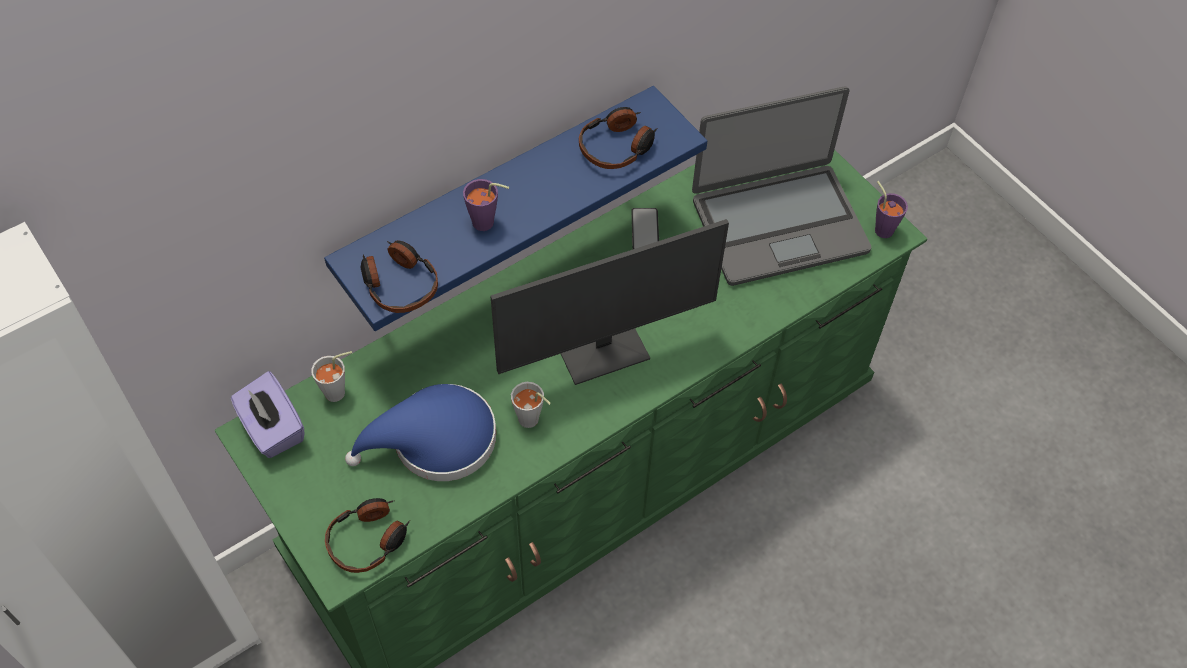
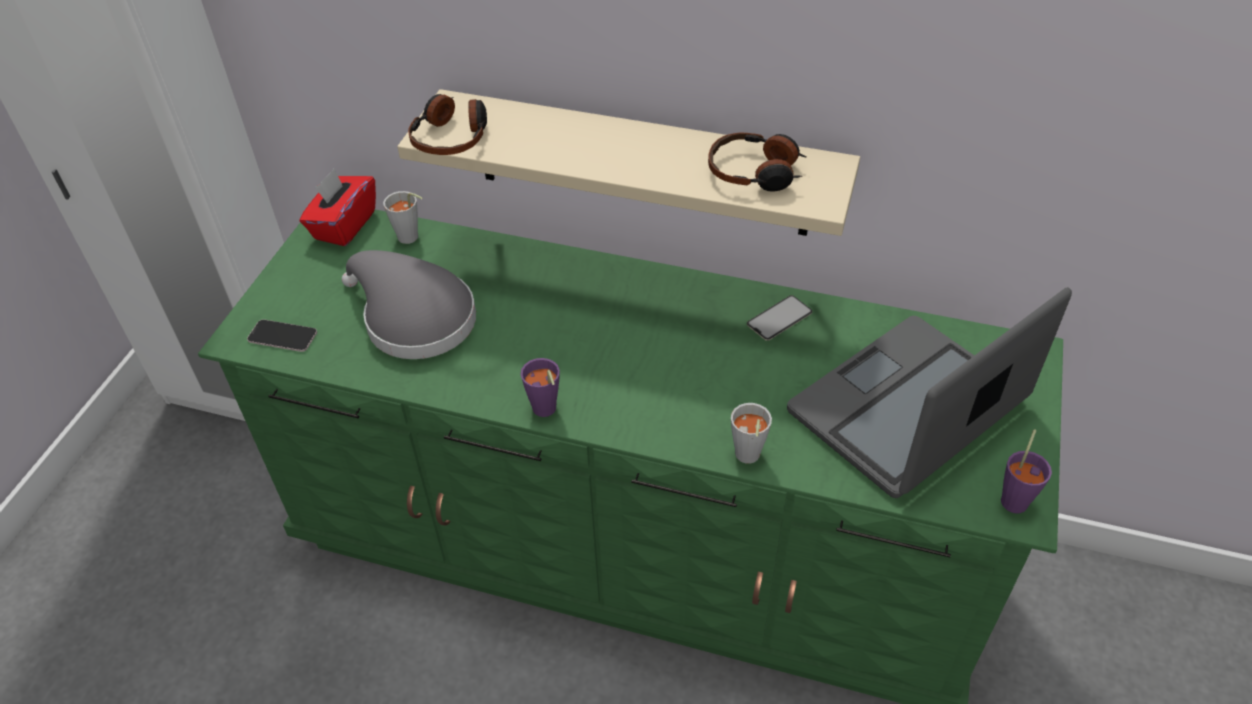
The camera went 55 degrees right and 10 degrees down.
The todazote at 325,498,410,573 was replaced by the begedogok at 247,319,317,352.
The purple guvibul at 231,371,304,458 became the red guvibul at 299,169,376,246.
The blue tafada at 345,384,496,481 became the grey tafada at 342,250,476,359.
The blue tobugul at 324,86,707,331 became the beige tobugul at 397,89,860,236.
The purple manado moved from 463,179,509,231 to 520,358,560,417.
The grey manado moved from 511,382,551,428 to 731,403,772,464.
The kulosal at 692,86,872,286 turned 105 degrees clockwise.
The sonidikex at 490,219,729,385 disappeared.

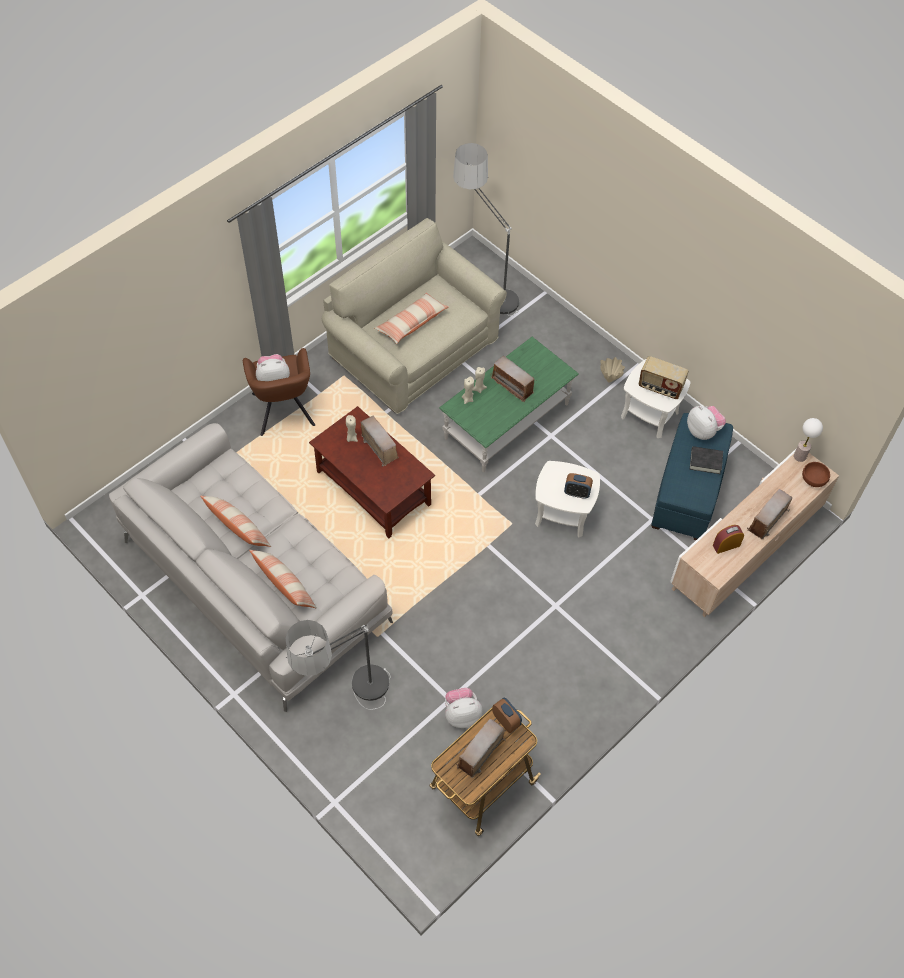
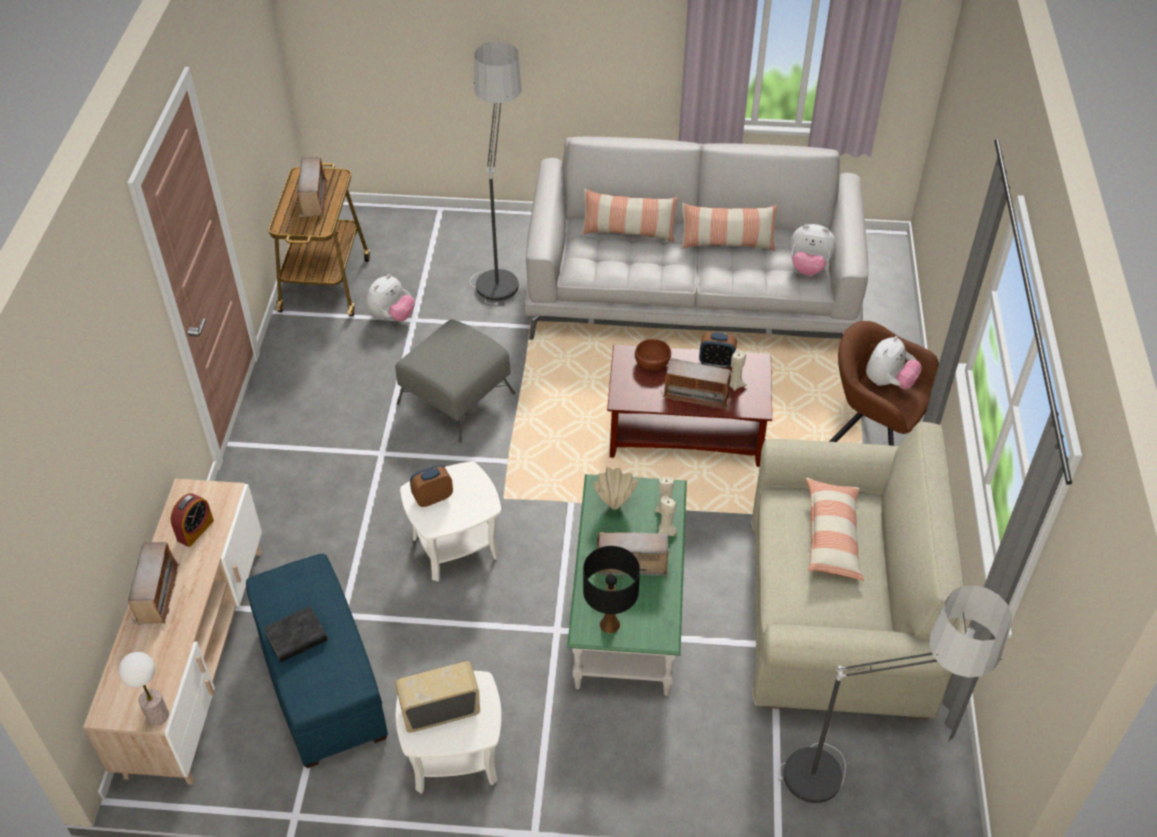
The camera went 140 degrees right and 10 degrees down.
The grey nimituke at 395,319,515,443 appeared.
The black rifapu at 583,546,640,633 appeared.
The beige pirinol moved from 600,357,625,383 to 594,467,638,510.
The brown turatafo moved from 802,462,830,487 to 635,339,671,370.
The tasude moved from 492,698,522,733 to 699,332,737,368.
The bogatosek moved from 687,406,726,440 to 790,224,836,276.

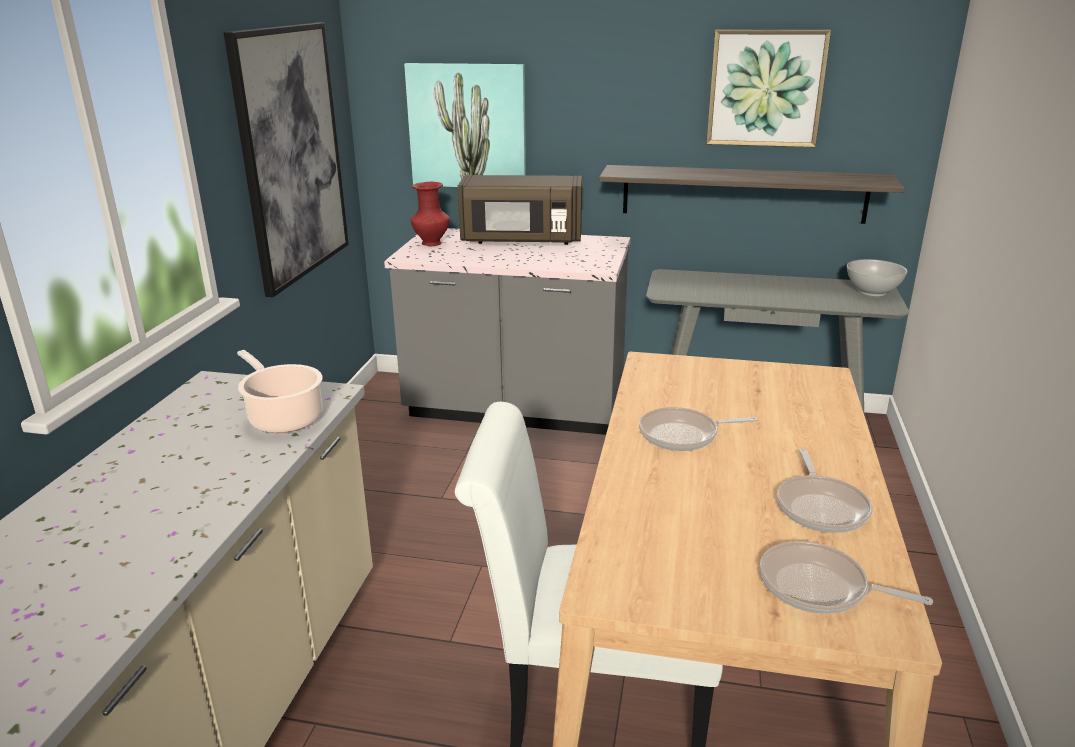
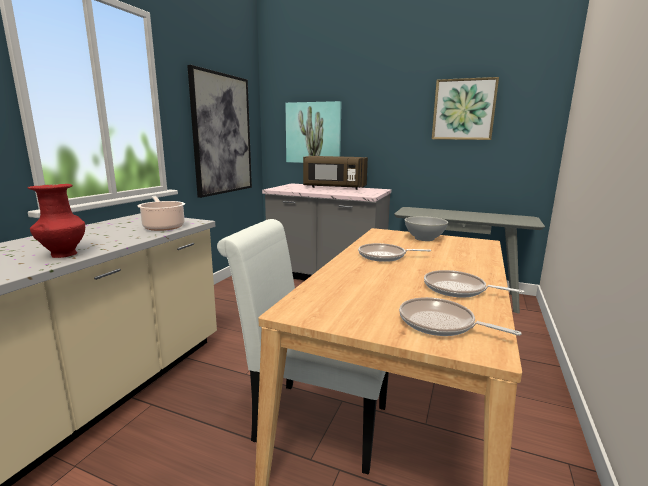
The camera went 10 degrees right and 10 degrees down.
The red pirinol moved from 411,182,450,246 to 28,184,85,258.
The white turatafo moved from 847,259,908,296 to 405,216,448,241.
The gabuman at 777,449,873,533 turned 105 degrees clockwise.
The tobugul at 599,165,905,224 disappeared.

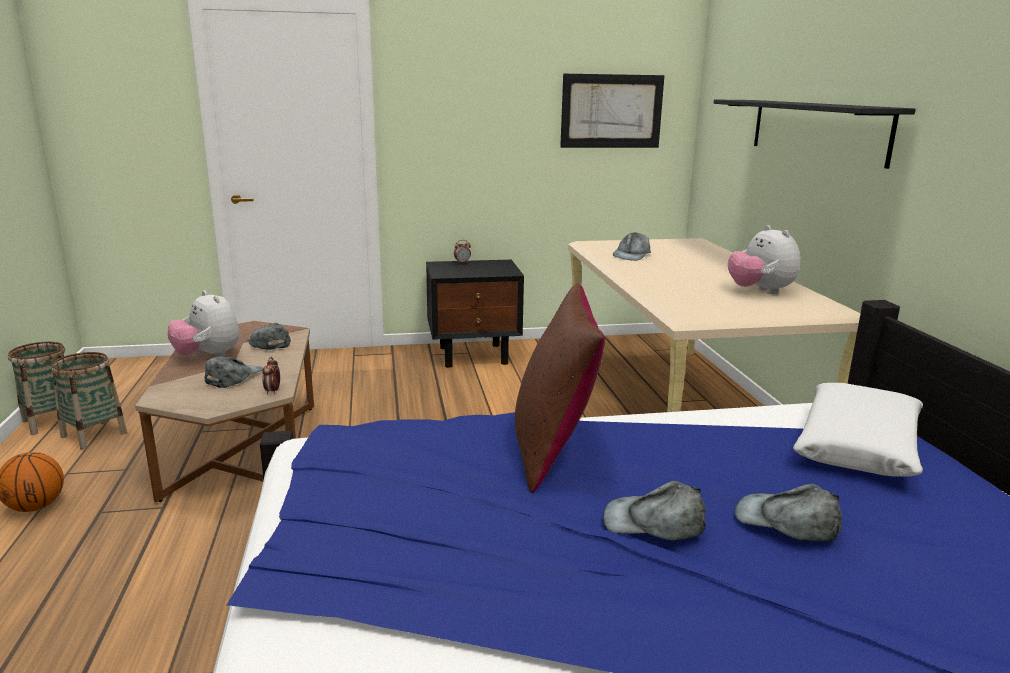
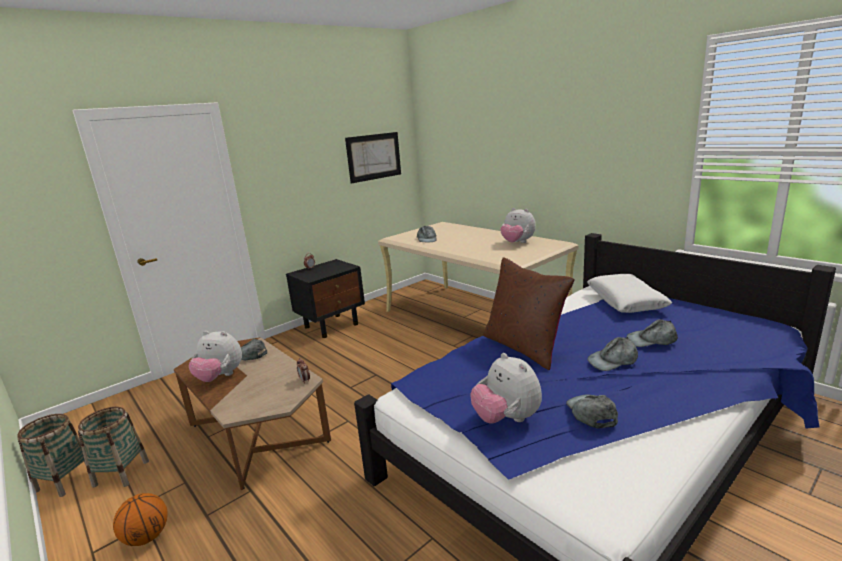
The camera went 30 degrees left and 0 degrees up.
The bogatosek at 471,353,542,424 appeared.
The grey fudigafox moved from 205,356,263,388 to 566,395,618,429.
The black tobugul at 714,100,916,169 disappeared.

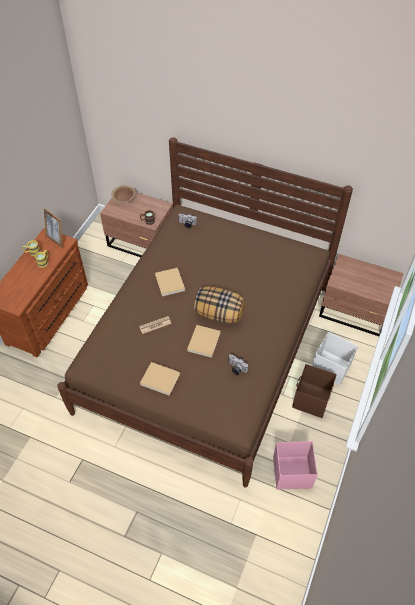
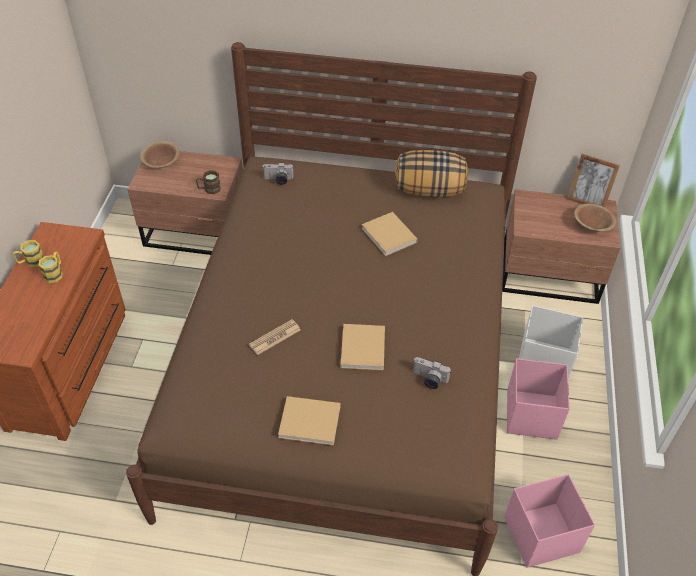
The camera went 15 degrees left and 5 degrees down.
The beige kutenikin moved from 155,268,185,296 to 361,212,417,256.
The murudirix moved from 194,286,245,323 to 395,150,468,197.
The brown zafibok at 292,364,337,418 became the pink zafibok at 507,358,570,440.
The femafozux moved from 44,208,63,248 to 567,154,620,207.
The brown turatafo at 574,203,616,232 appeared.

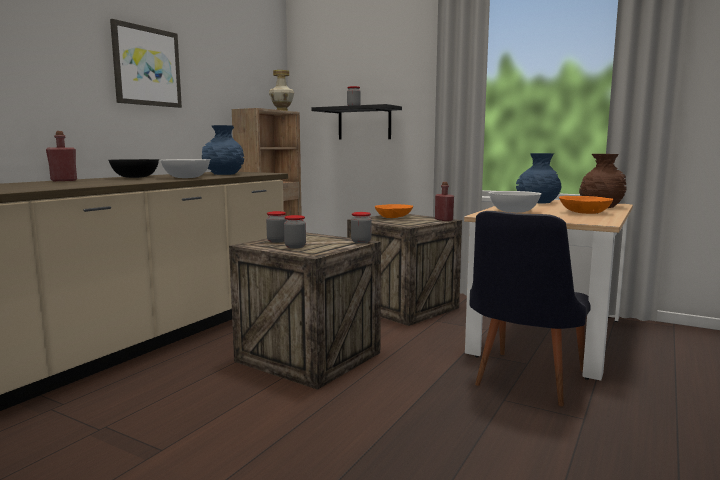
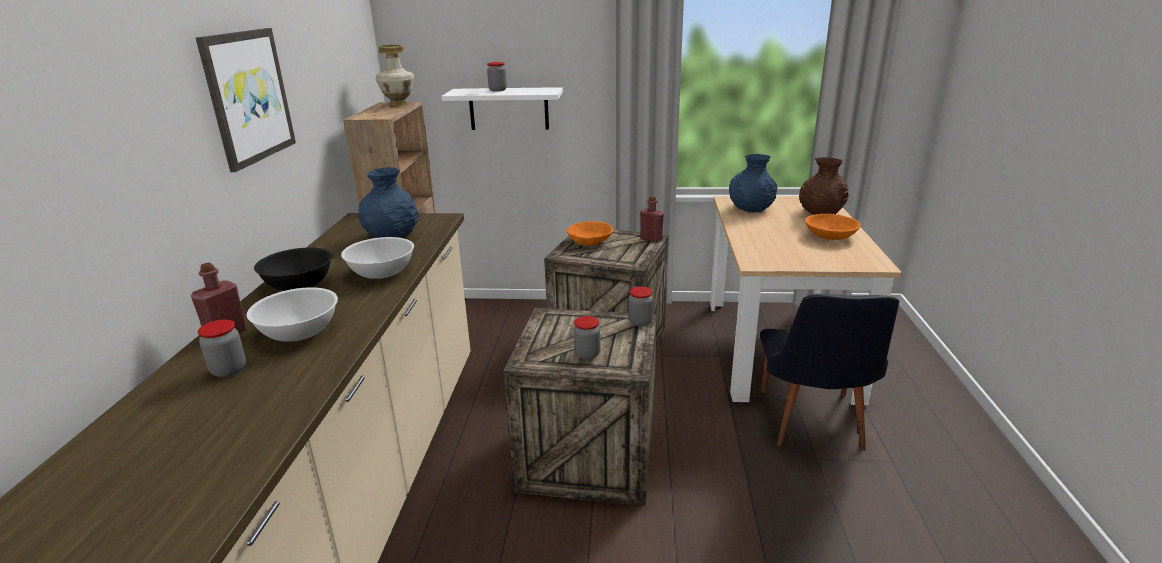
The camera went 25 degrees left and 15 degrees up.
The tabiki moved from 266,211,286,243 to 198,320,246,377.
The white turatafo moved from 488,191,542,213 to 247,287,338,342.
The black tobugul at 311,104,402,140 became the white tobugul at 441,87,563,130.

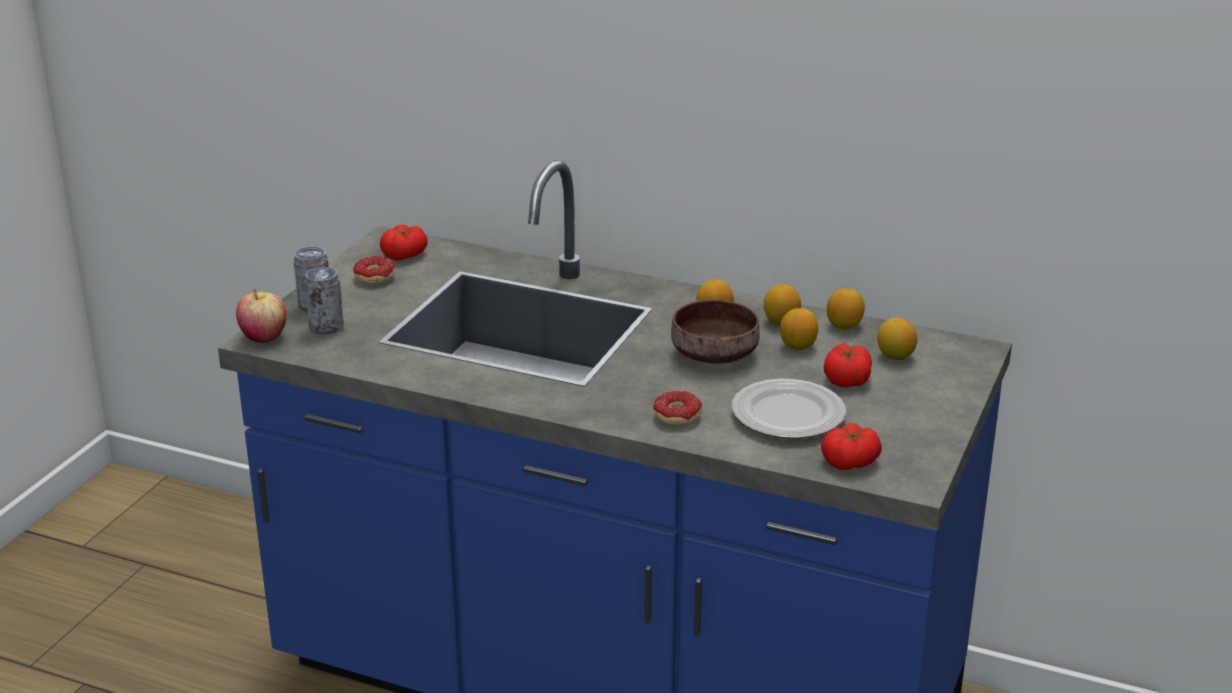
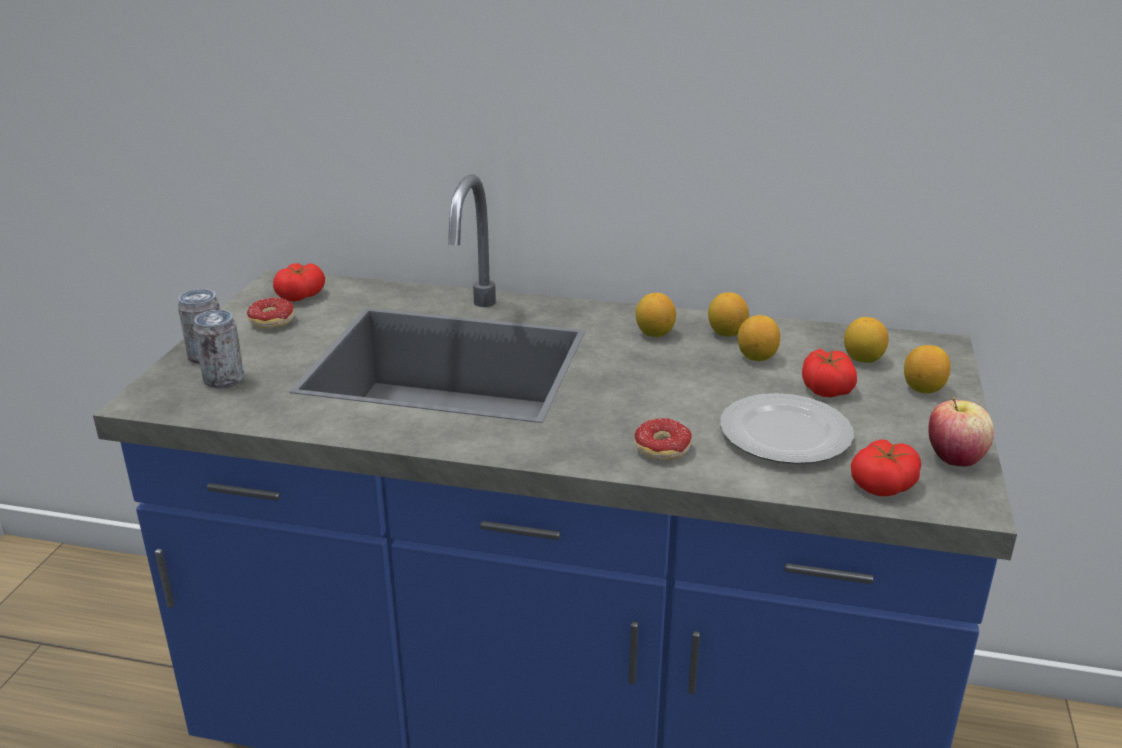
The camera went 10 degrees left and 0 degrees up.
The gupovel moved from 827,288,865,329 to 904,345,951,393.
The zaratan moved from 236,289,286,343 to 928,397,994,466.
The brown turatafo at 671,300,760,364 disappeared.

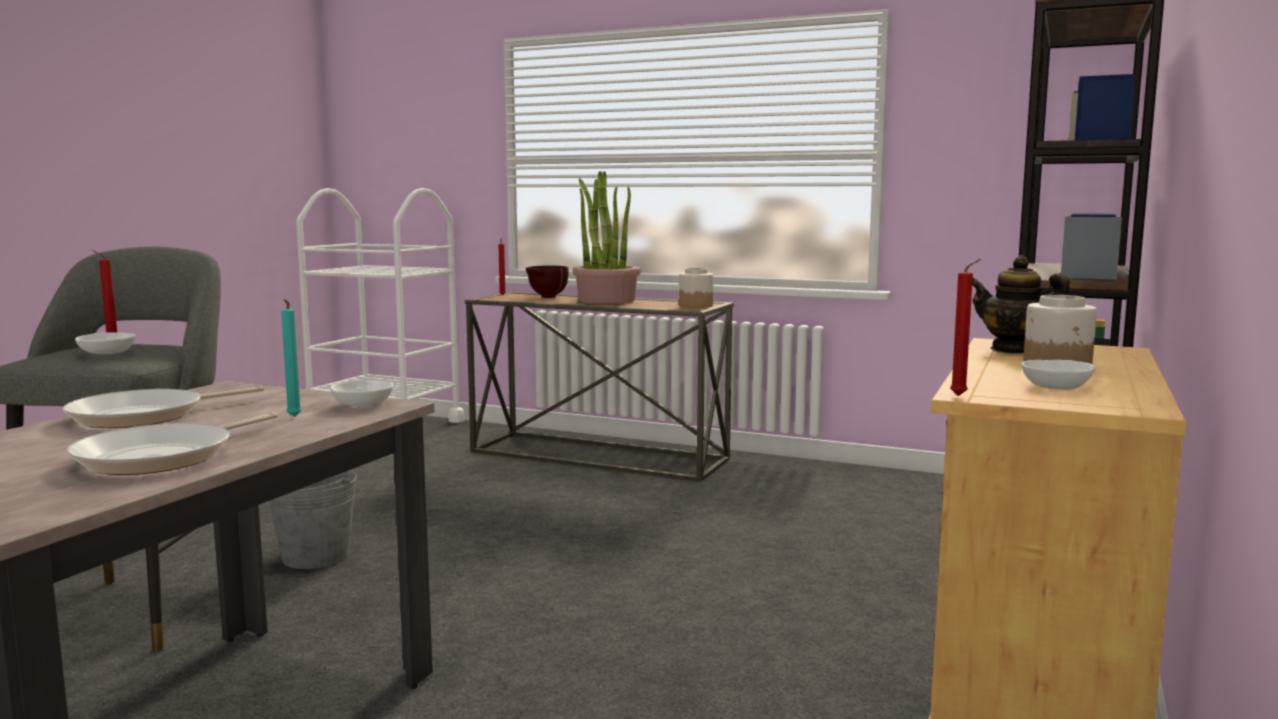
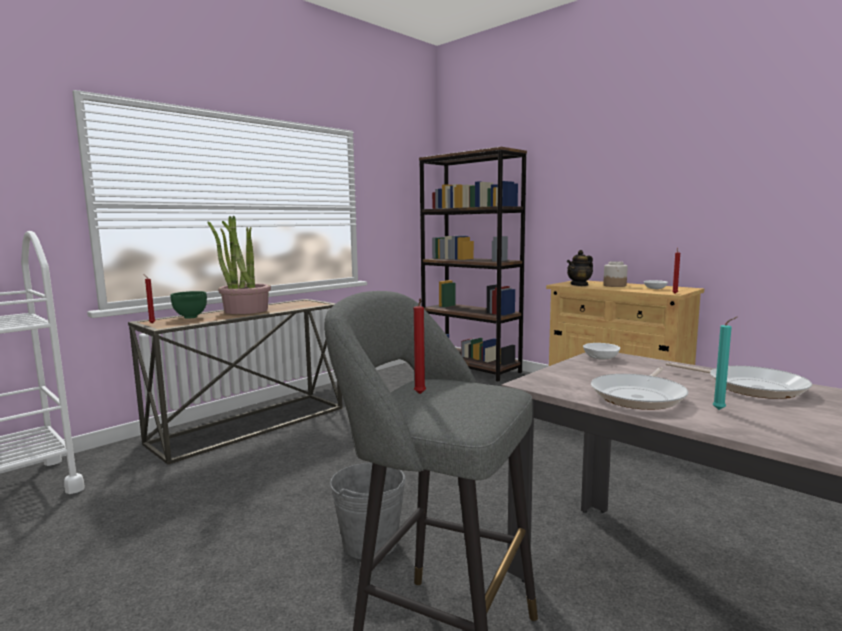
The camera went 70 degrees left and 0 degrees up.
The brown turatafo at 526,265,569,298 became the green turatafo at 171,291,207,319.
The gabuman at 62,386,264,428 turned 60 degrees clockwise.
The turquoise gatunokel moved from 281,299,302,417 to 713,317,738,410.
The white turatafo at 75,332,136,354 disappeared.
The tabiki at 679,268,713,308 disappeared.

